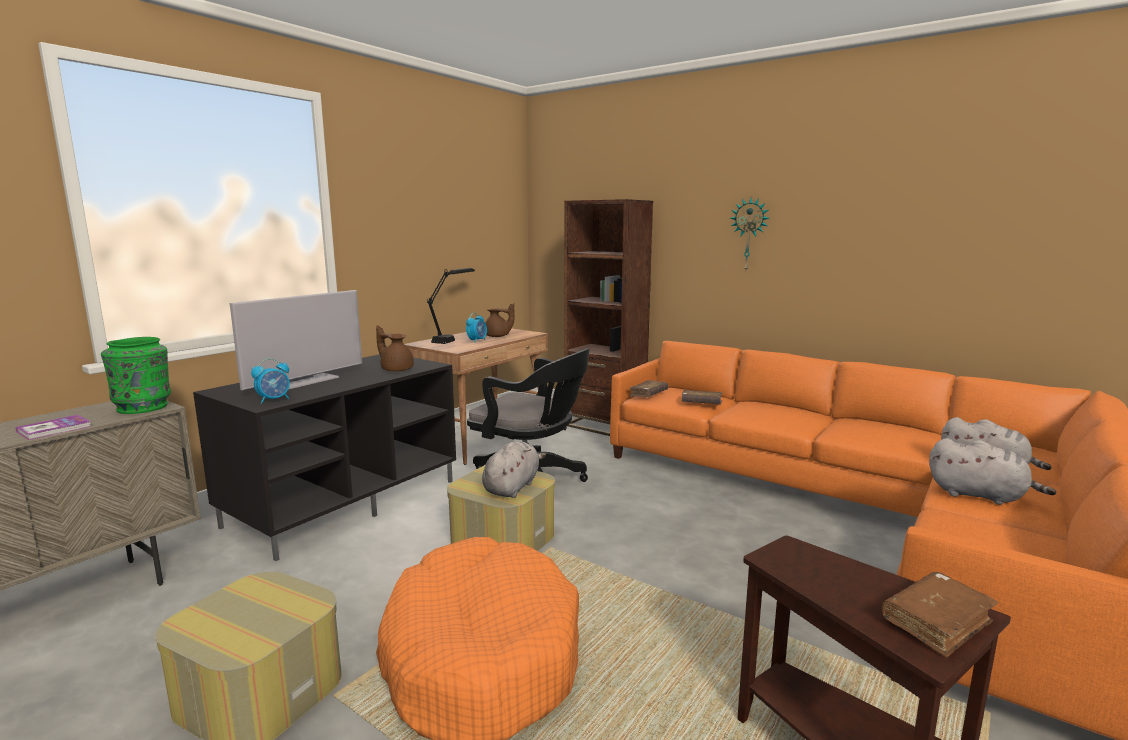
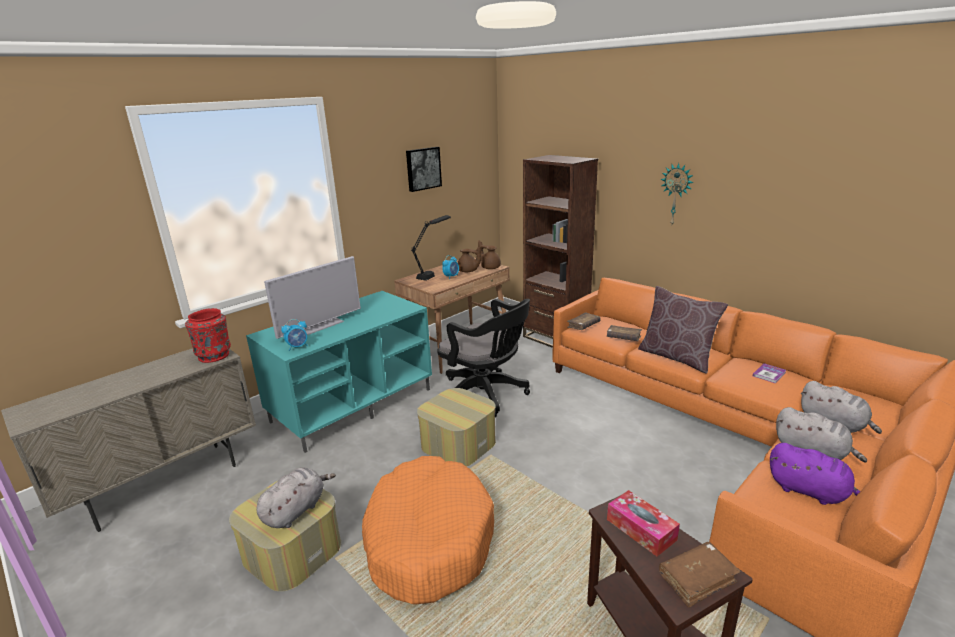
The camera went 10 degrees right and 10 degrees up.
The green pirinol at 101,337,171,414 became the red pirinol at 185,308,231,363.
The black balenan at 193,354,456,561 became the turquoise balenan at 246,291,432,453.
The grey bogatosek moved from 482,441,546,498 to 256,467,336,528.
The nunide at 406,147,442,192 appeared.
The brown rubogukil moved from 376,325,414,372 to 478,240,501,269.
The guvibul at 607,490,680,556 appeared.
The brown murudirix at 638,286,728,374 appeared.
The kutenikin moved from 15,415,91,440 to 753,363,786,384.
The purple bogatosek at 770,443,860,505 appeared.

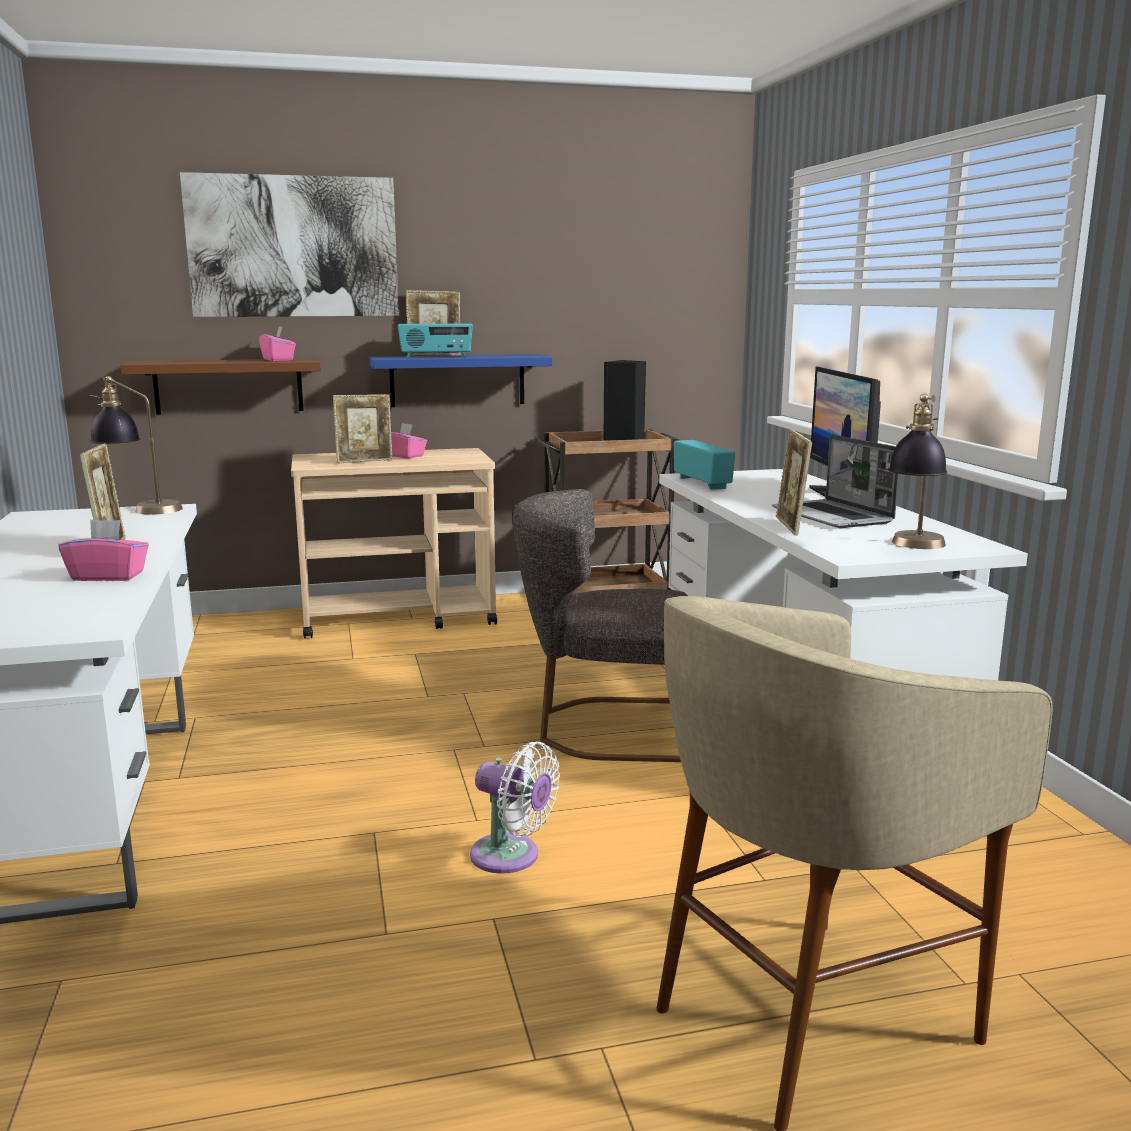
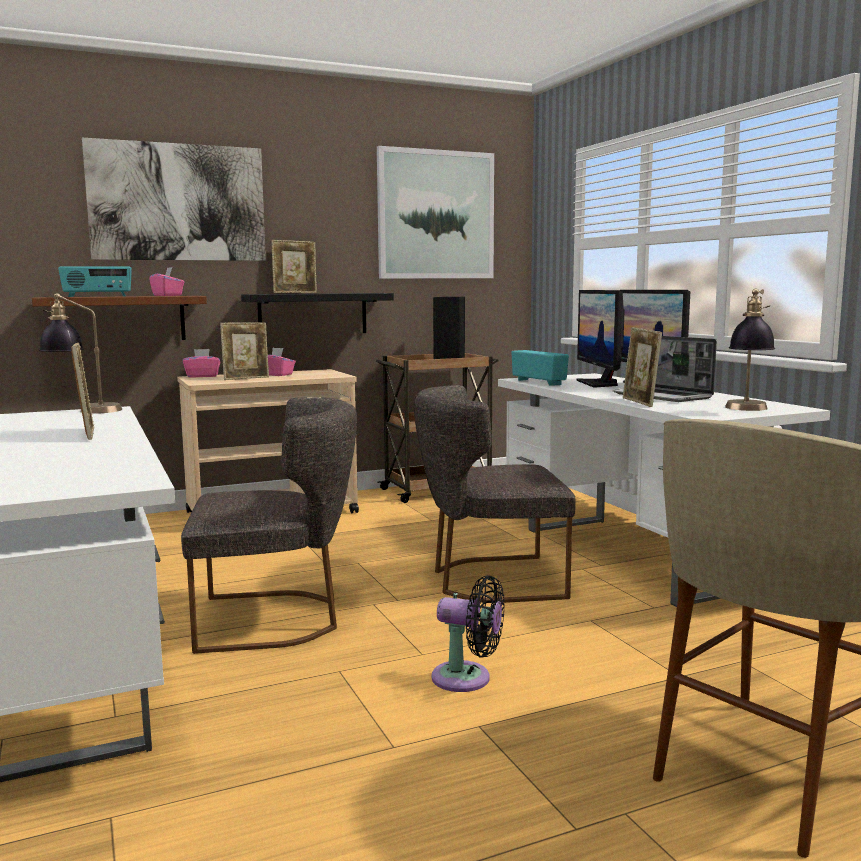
The camera went 10 degrees left and 5 degrees down.
The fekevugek moved from 398,324,473,358 to 58,267,132,297.
The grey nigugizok at 181,397,357,654 appeared.
The pink guvibul moved from 58,520,149,581 to 183,349,220,378.
The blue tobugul at 369,354,553,407 became the black tobugul at 241,293,394,333.
The nunide at 377,146,494,279 appeared.
The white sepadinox at 470,742,560,874 became the black sepadinox at 431,575,505,692.
The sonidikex at 576,290,625,388 appeared.

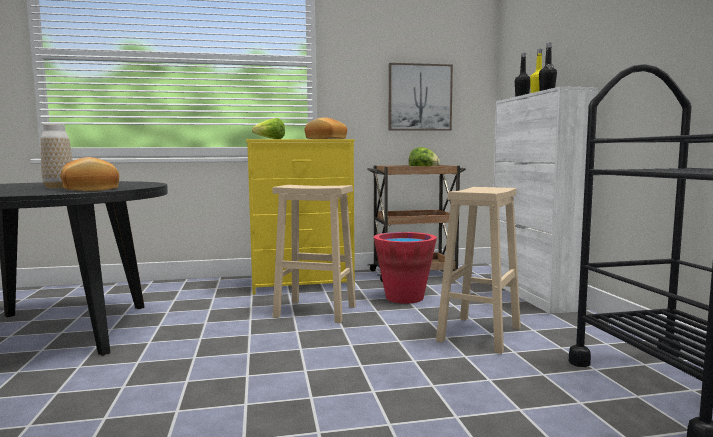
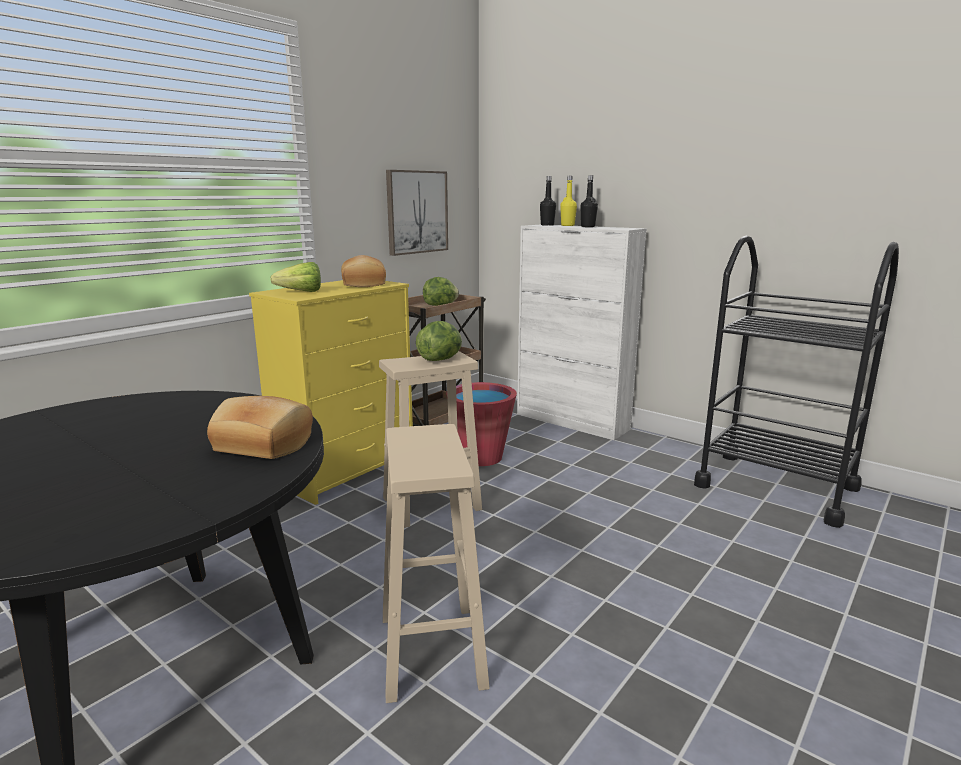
The camera went 40 degrees left and 10 degrees up.
The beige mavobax moved from 436,187,521,354 to 383,424,490,703.
The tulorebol at 416,321,462,361 appeared.
The pirinol at 41,124,72,189 disappeared.

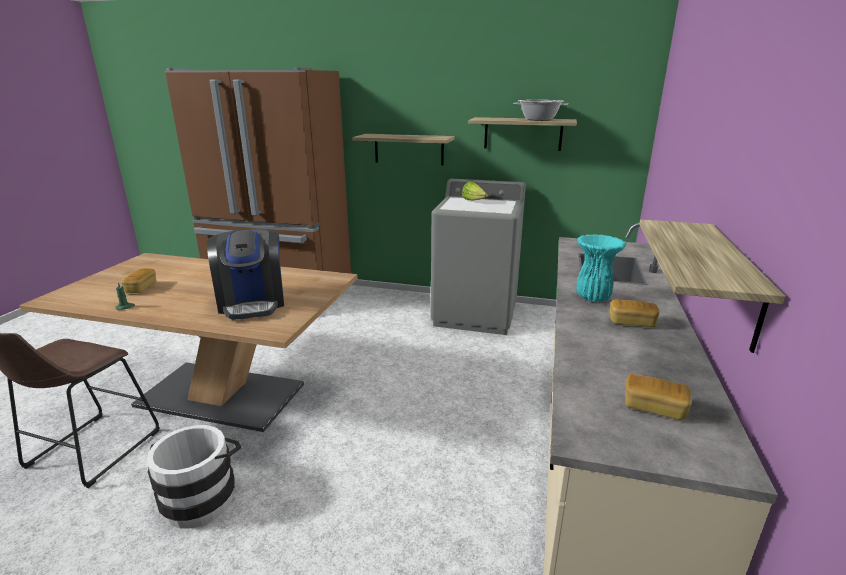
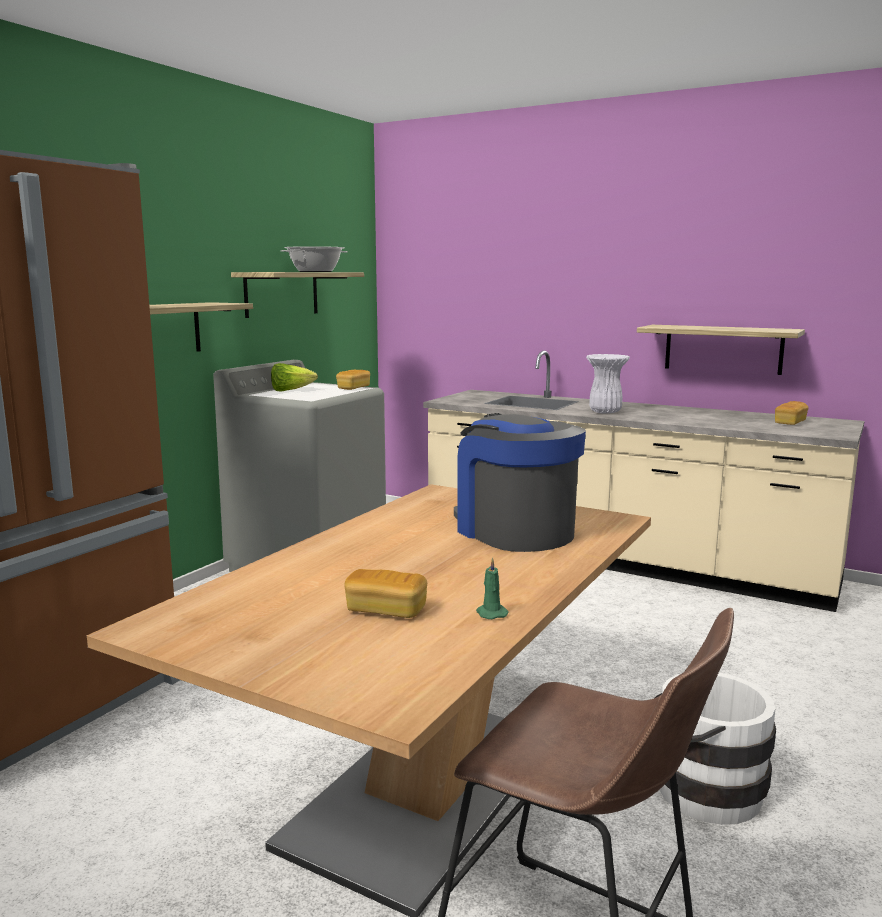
The camera went 75 degrees left and 10 degrees down.
The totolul moved from 610,299,660,327 to 336,370,370,390.
The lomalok at 207,229,284,320 turned 120 degrees counterclockwise.
The turquoise pirinol at 576,234,626,302 became the white pirinol at 586,354,630,413.

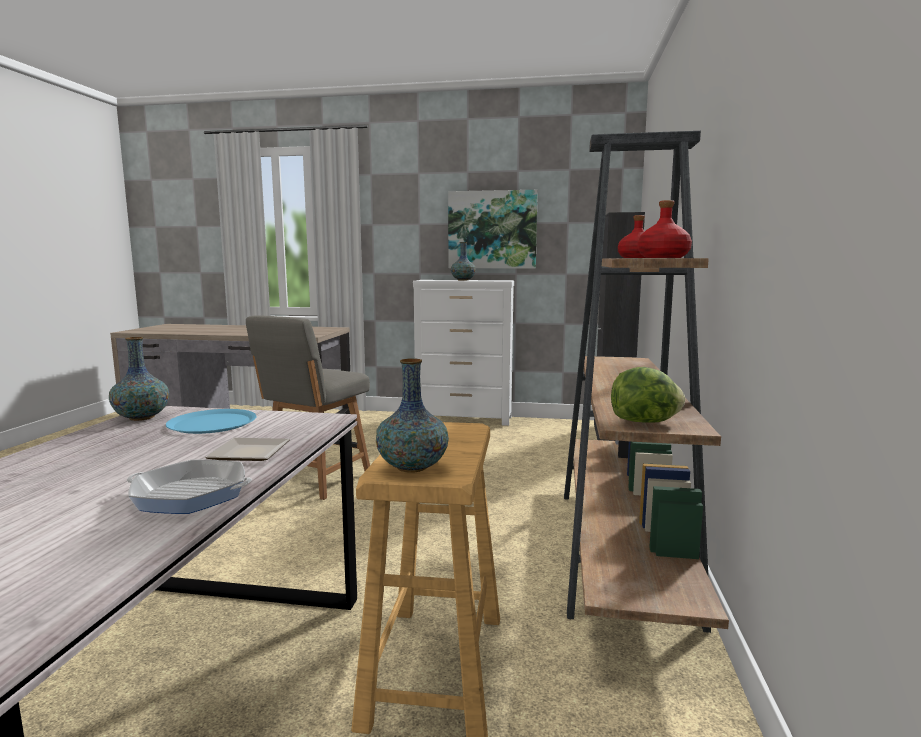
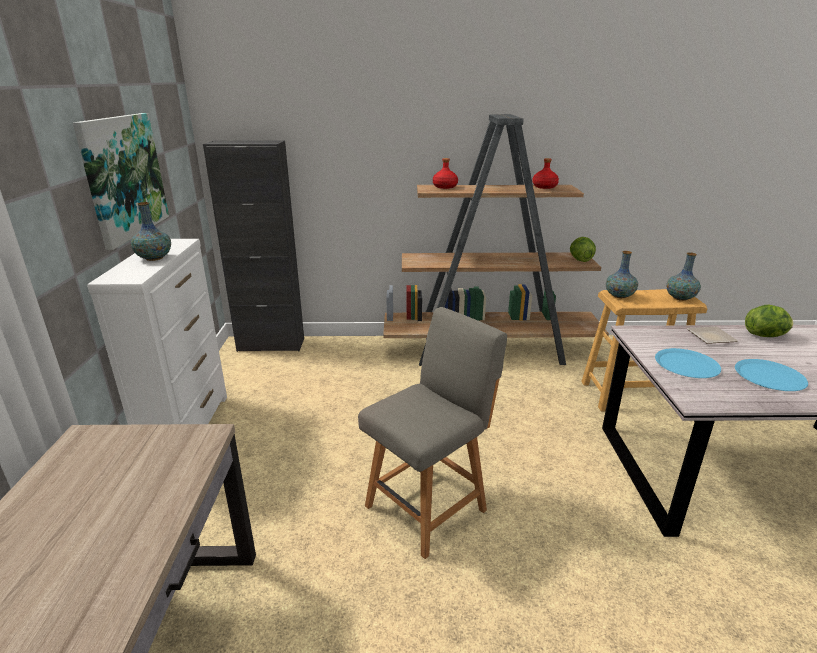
The camera went 100 degrees left and 15 degrees up.
The grey nigugizok at 246,315,370,500 turned 60 degrees counterclockwise.
The pirinol moved from 109,337,169,421 to 606,251,638,298.
The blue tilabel at 735,359,808,391 appeared.
The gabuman at 127,460,252,514 was replaced by the tulorebol at 745,305,793,337.

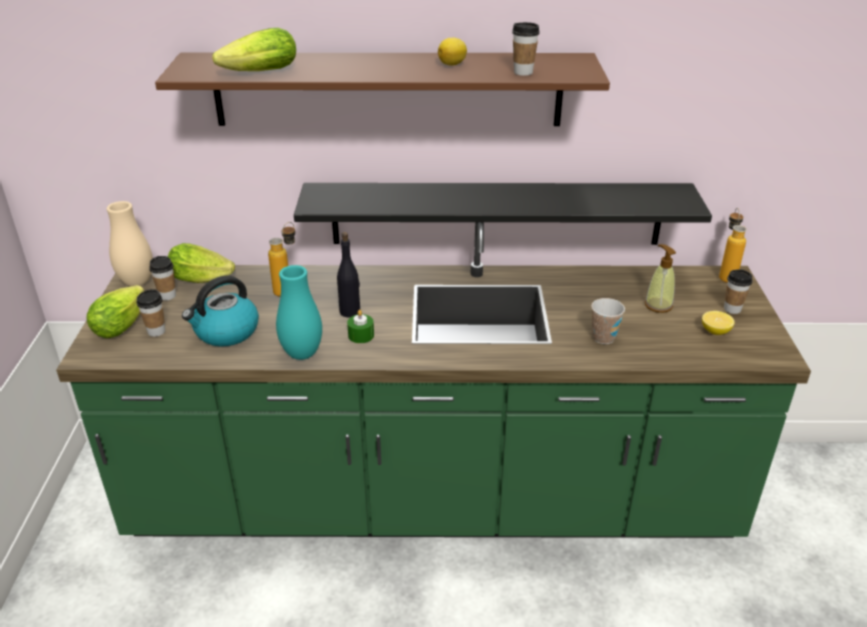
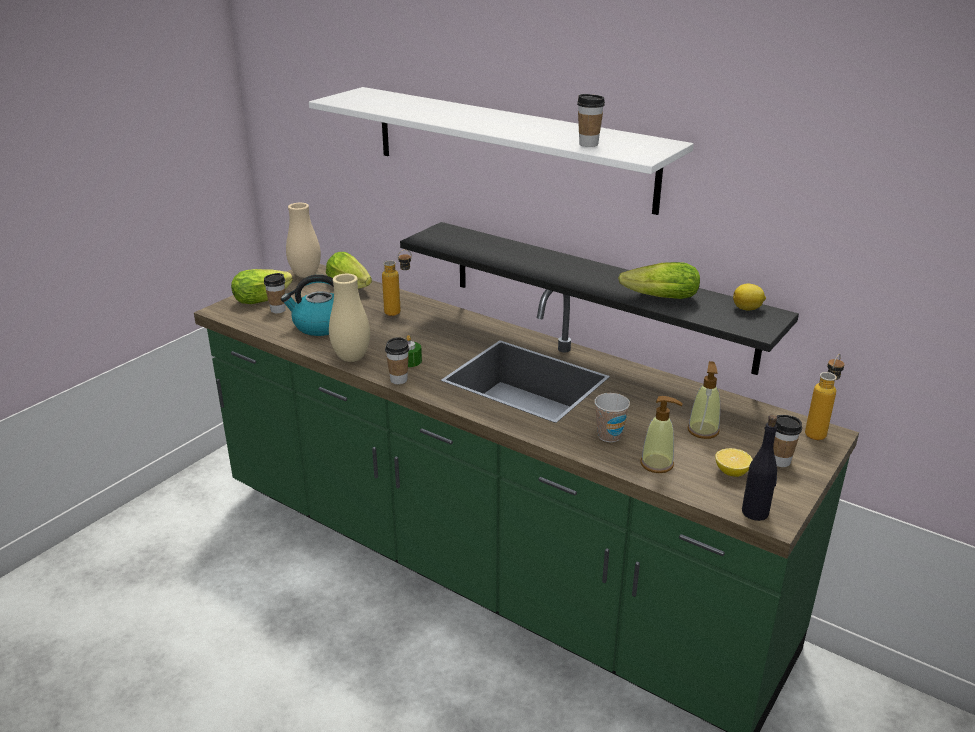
The camera went 35 degrees right and 5 degrees down.
The brown tobugul at 155,53,610,126 became the white tobugul at 309,87,694,215.
The turquoise pirinol at 276,265,322,360 became the beige pirinol at 329,274,370,362.
The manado moved from 149,256,176,301 to 385,337,409,384.
The tulorebol moved from 212,28,296,71 to 618,262,700,299.
The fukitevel at 640,396,683,473 appeared.
The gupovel moved from 438,38,467,66 to 733,284,766,311.
The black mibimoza moved from 337,232,360,317 to 742,415,777,521.

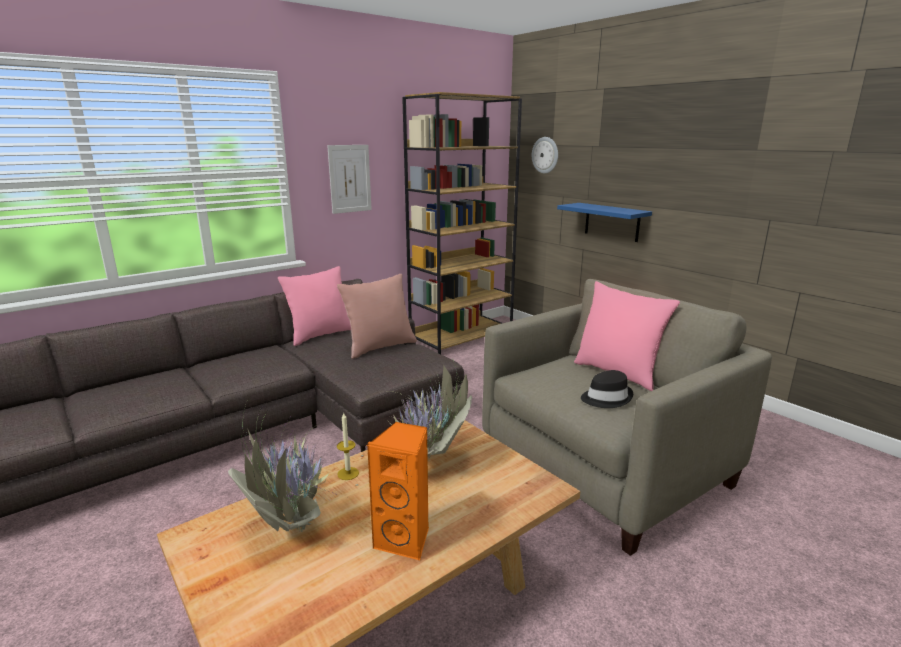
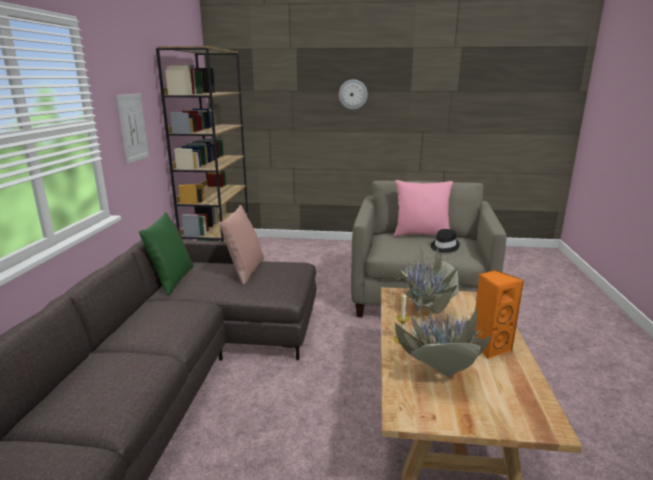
The camera went 45 degrees left and 0 degrees up.
The pink murudirix at 278,266,351,346 became the green murudirix at 139,212,194,295.
The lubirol moved from 532,137,558,174 to 339,79,368,110.
The blue tobugul at 557,203,652,242 disappeared.

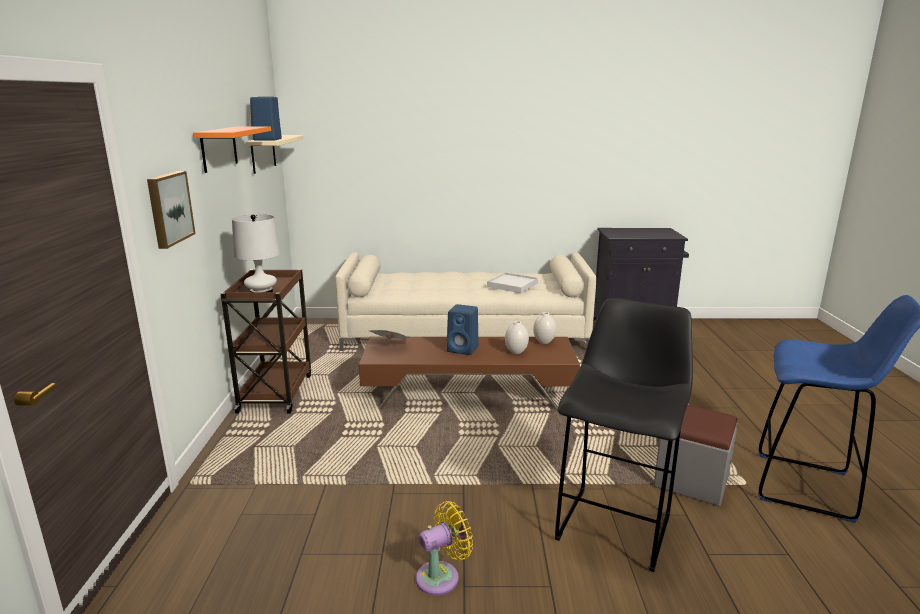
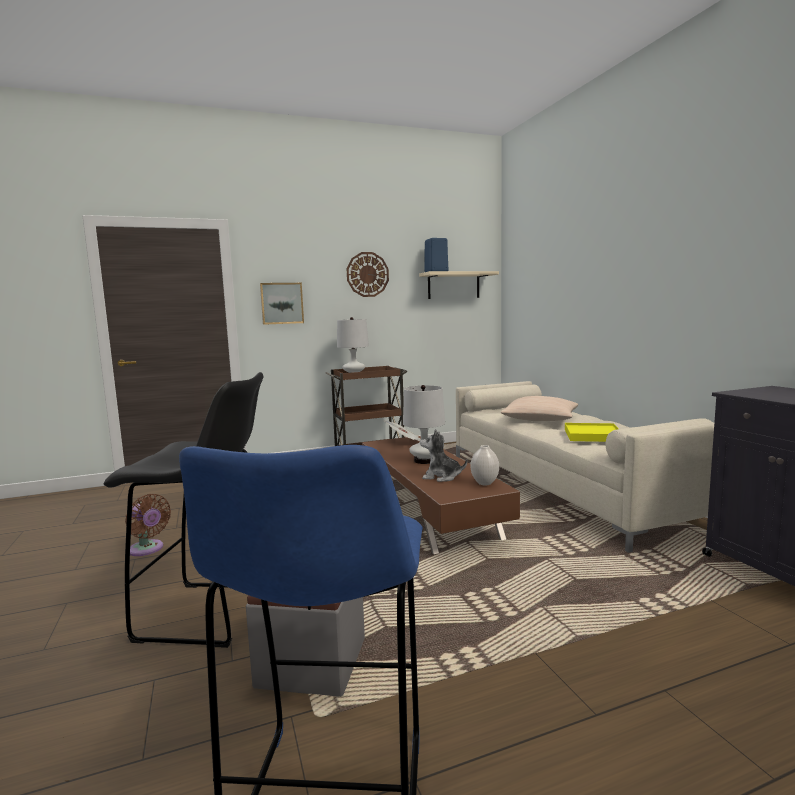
The camera went 70 degrees right and 10 degrees down.
The yellow sepadinox at 416,501,473,595 became the brown sepadinox at 125,494,171,556.
The orange tobugul at 193,126,271,173 was replaced by the lubirol at 347,252,389,297.
The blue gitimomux at 447,304,479,355 was replaced by the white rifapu at 403,385,445,464.
The white pirinol at 505,321,529,354 was replaced by the bogatosek at 420,429,467,482.
The beige murudirix at 501,396,578,421 appeared.
The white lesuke at 487,273,538,293 became the yellow lesuke at 565,423,619,442.

